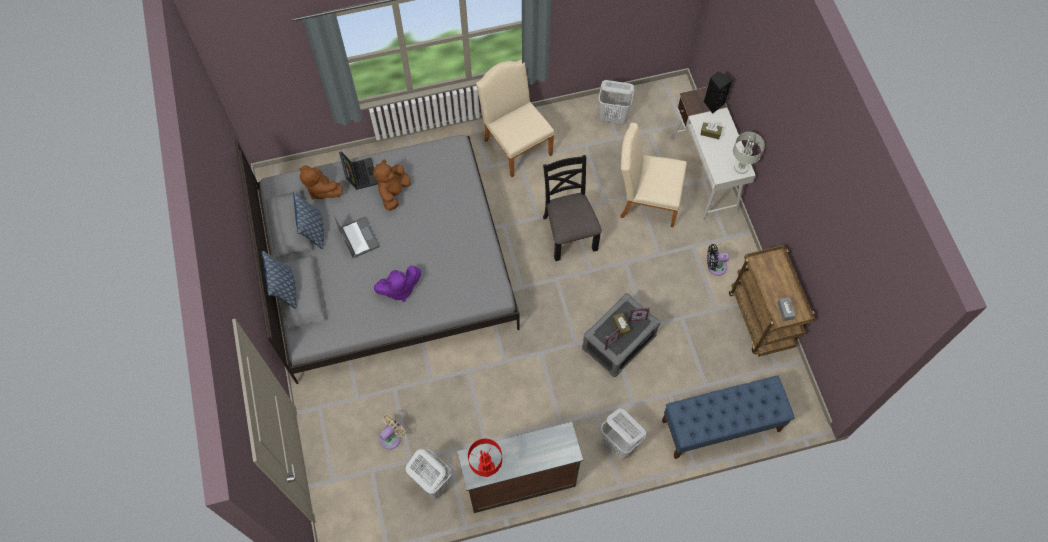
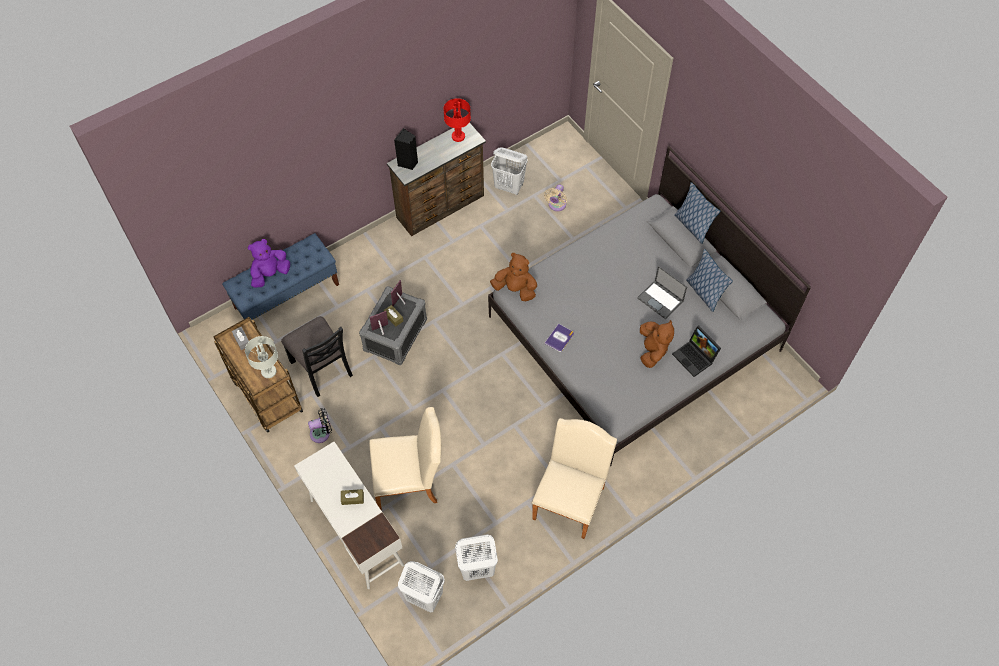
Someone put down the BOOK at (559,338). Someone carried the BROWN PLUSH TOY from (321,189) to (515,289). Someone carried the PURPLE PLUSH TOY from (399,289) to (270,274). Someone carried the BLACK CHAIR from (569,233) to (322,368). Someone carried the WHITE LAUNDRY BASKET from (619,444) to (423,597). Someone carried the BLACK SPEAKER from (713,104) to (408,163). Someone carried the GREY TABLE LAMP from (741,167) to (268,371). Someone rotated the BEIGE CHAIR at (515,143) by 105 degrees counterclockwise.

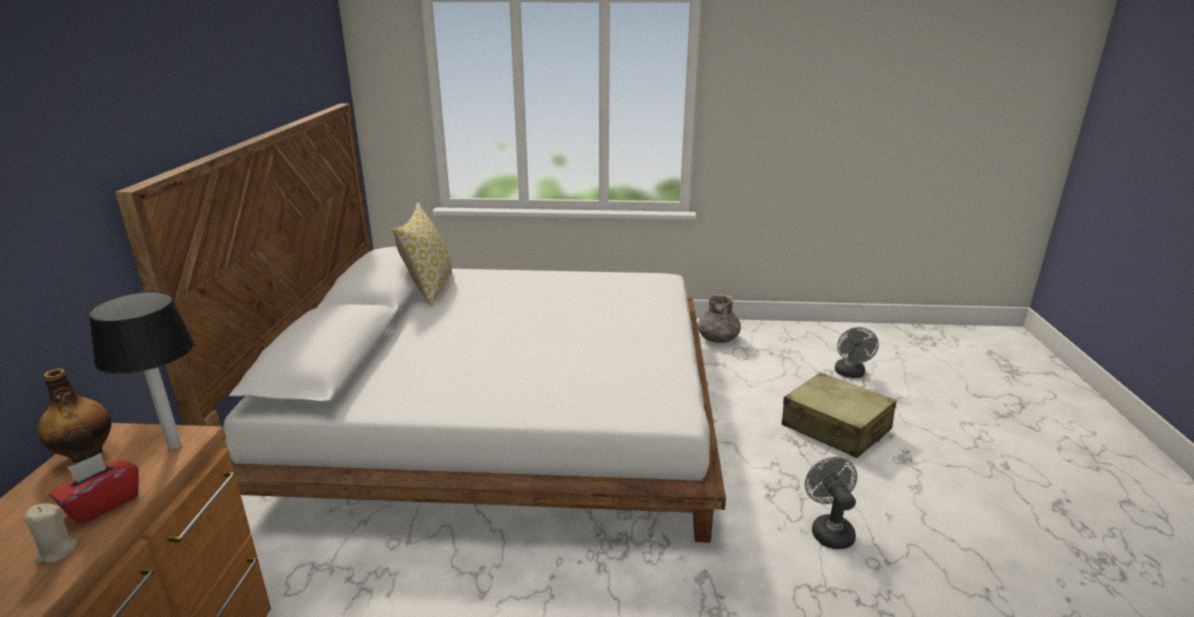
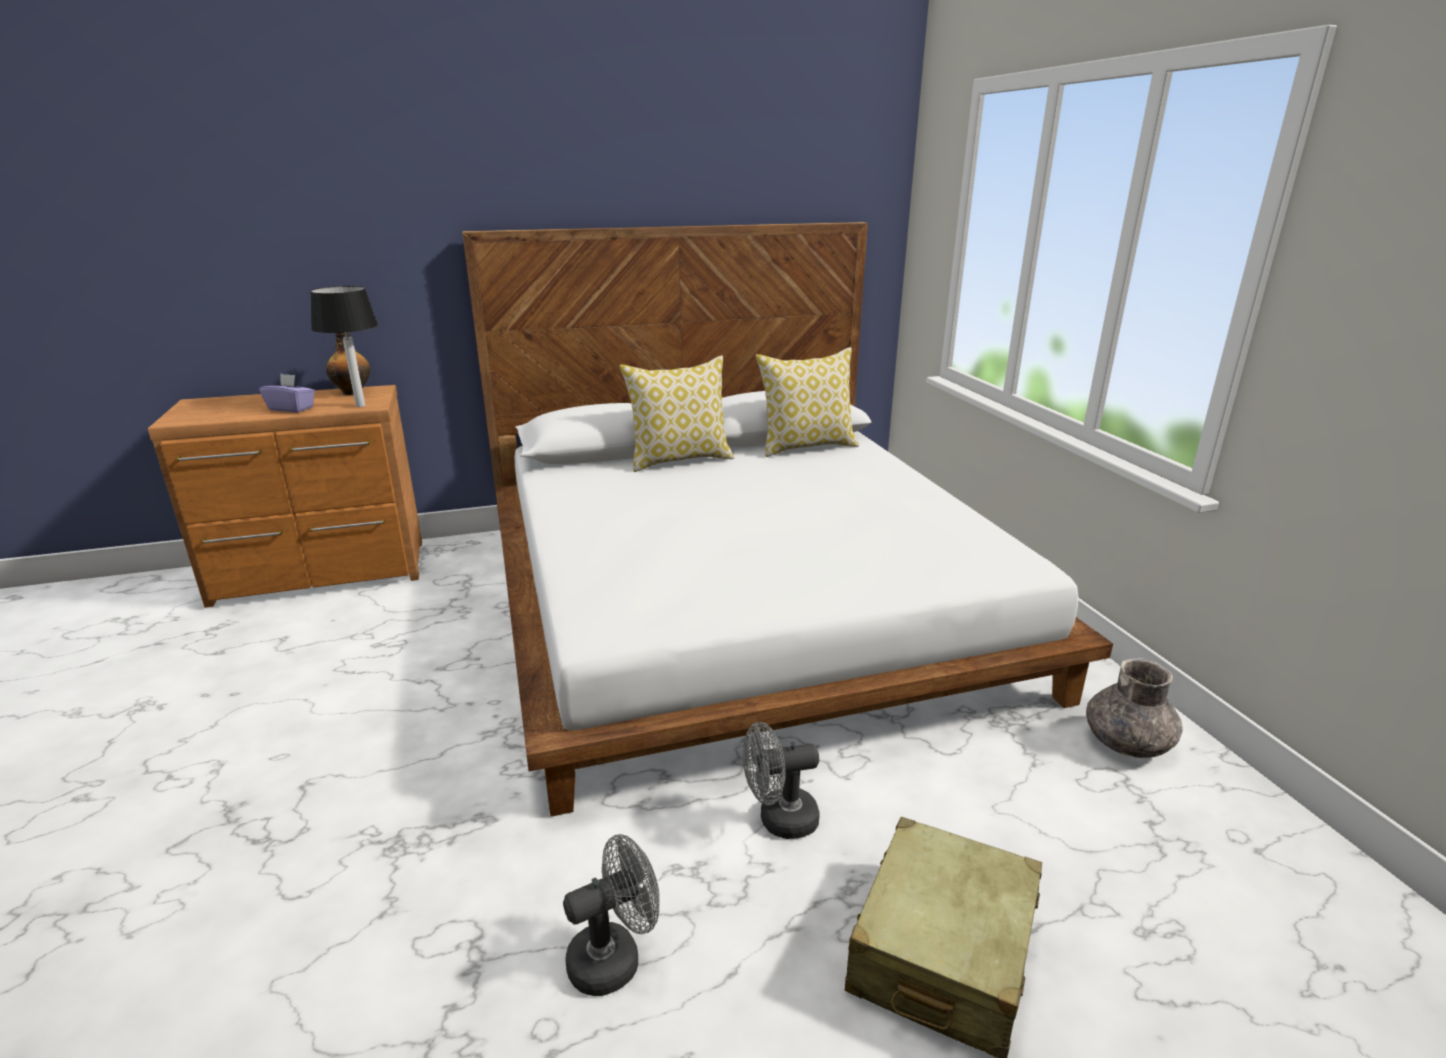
Someone took away the BEIGE CANDLE at (56,552). Someone put down the PILLOW at (680,460). Someone carried the GREY FAN from (850,374) to (779,820). Someone repainted the RED TISSUE BOX at (102,504), which became the PURPLE TISSUE BOX at (292,408).

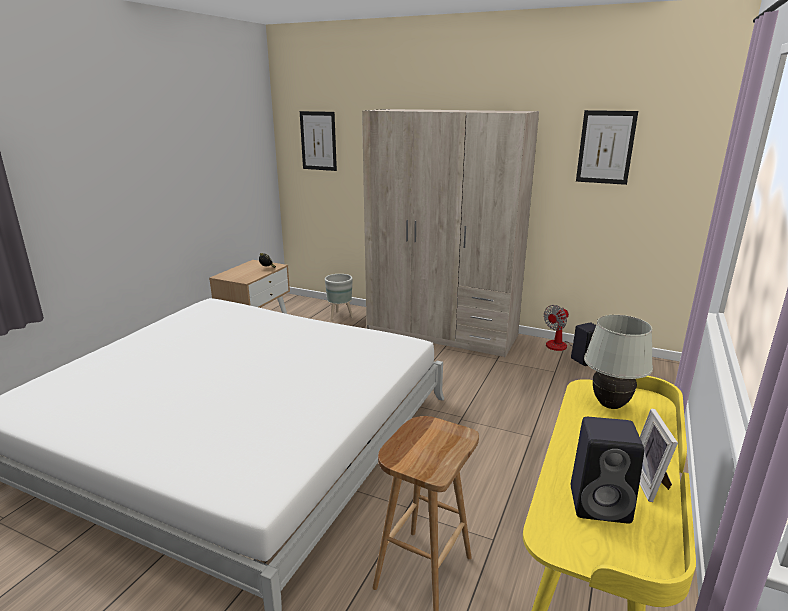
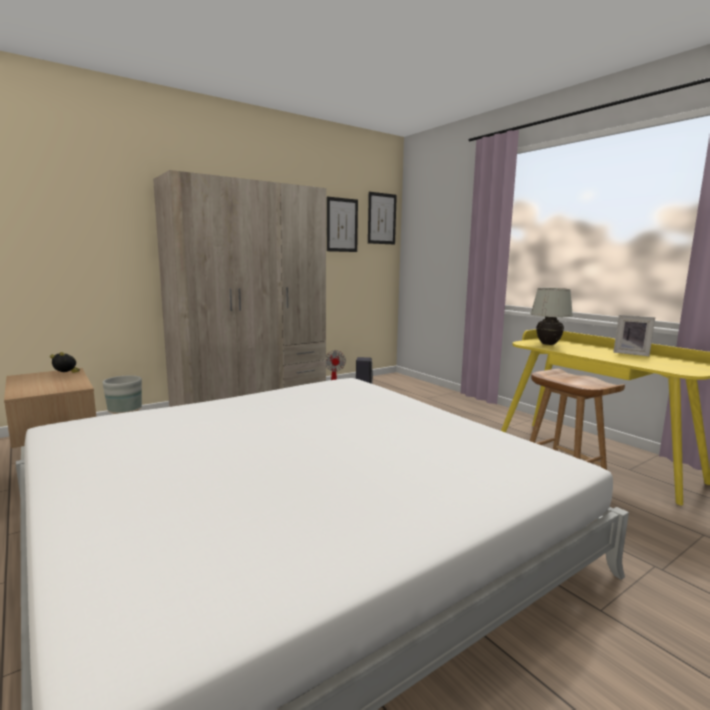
Someone took away the BLACK SPEAKER at (602,504). Someone carried the PICTURE from (318,141) to (381,218).

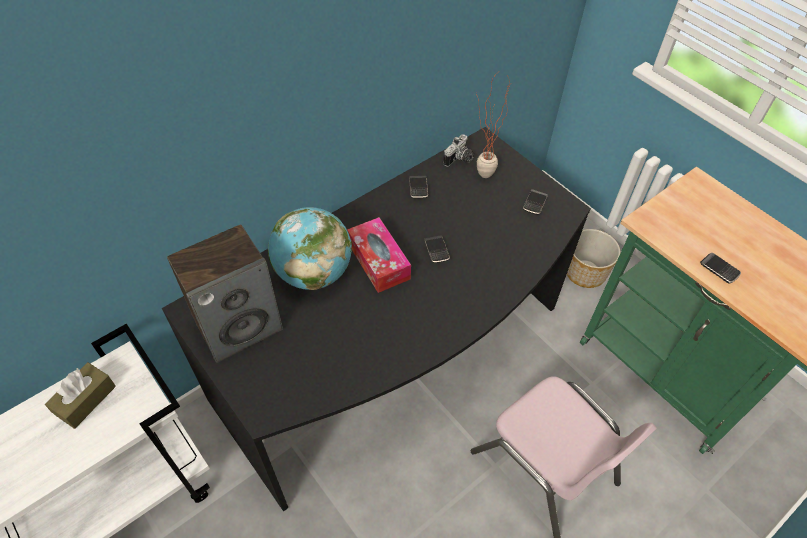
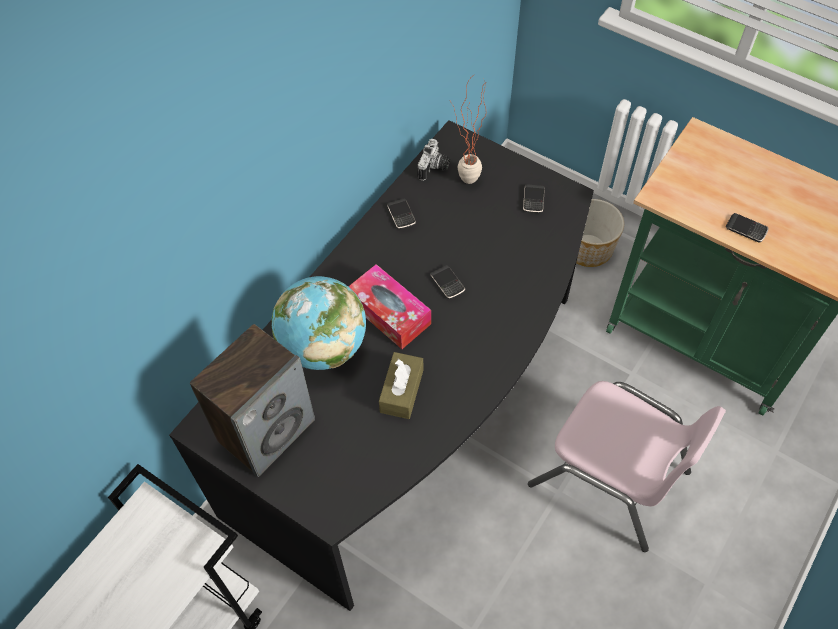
Someone carried the BROWN TISSUE BOX from (85,400) to (401,391).

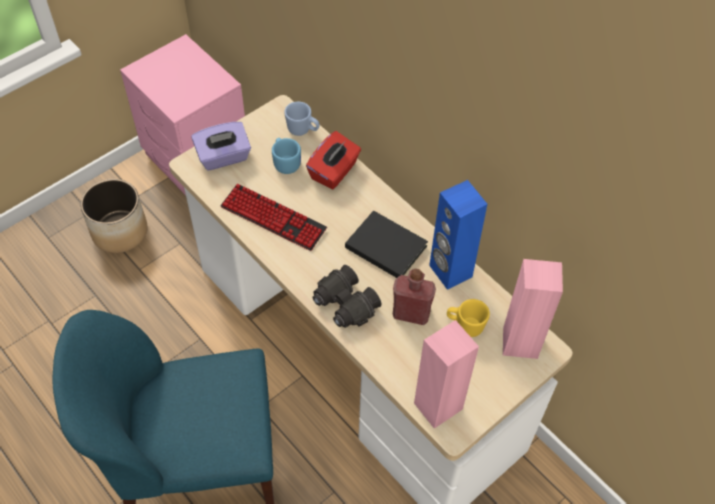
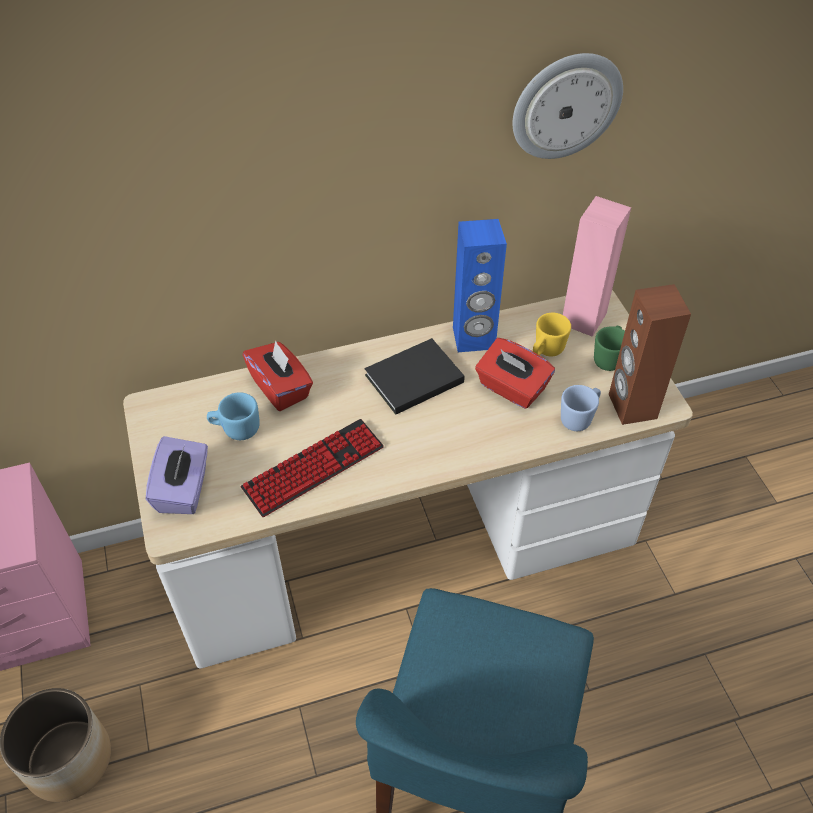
Someone took away the BLACK BINOCULARS at (344,305). Someone put up the WALL CLOCK at (566,105). Someone put down the GREEN MUG at (609,358). Someone carried the BLUE MUG from (303,130) to (579,418). Someone swapped the RED BOTTLE at (411,313) for the RED TISSUE BOX at (511,388). Someone repainted the PINK SPEAKER at (437,405), which became the BROWN SPEAKER at (631,406).

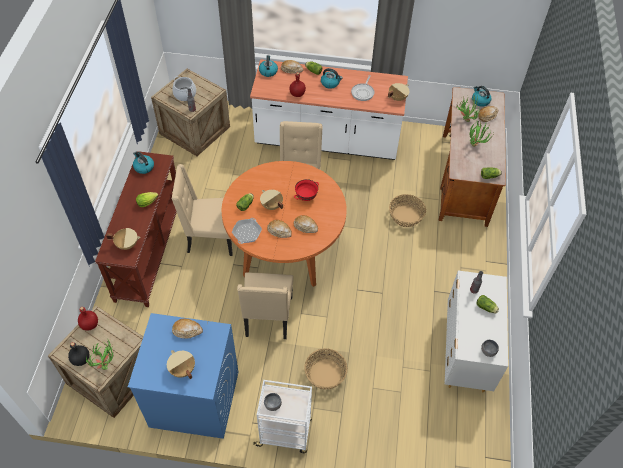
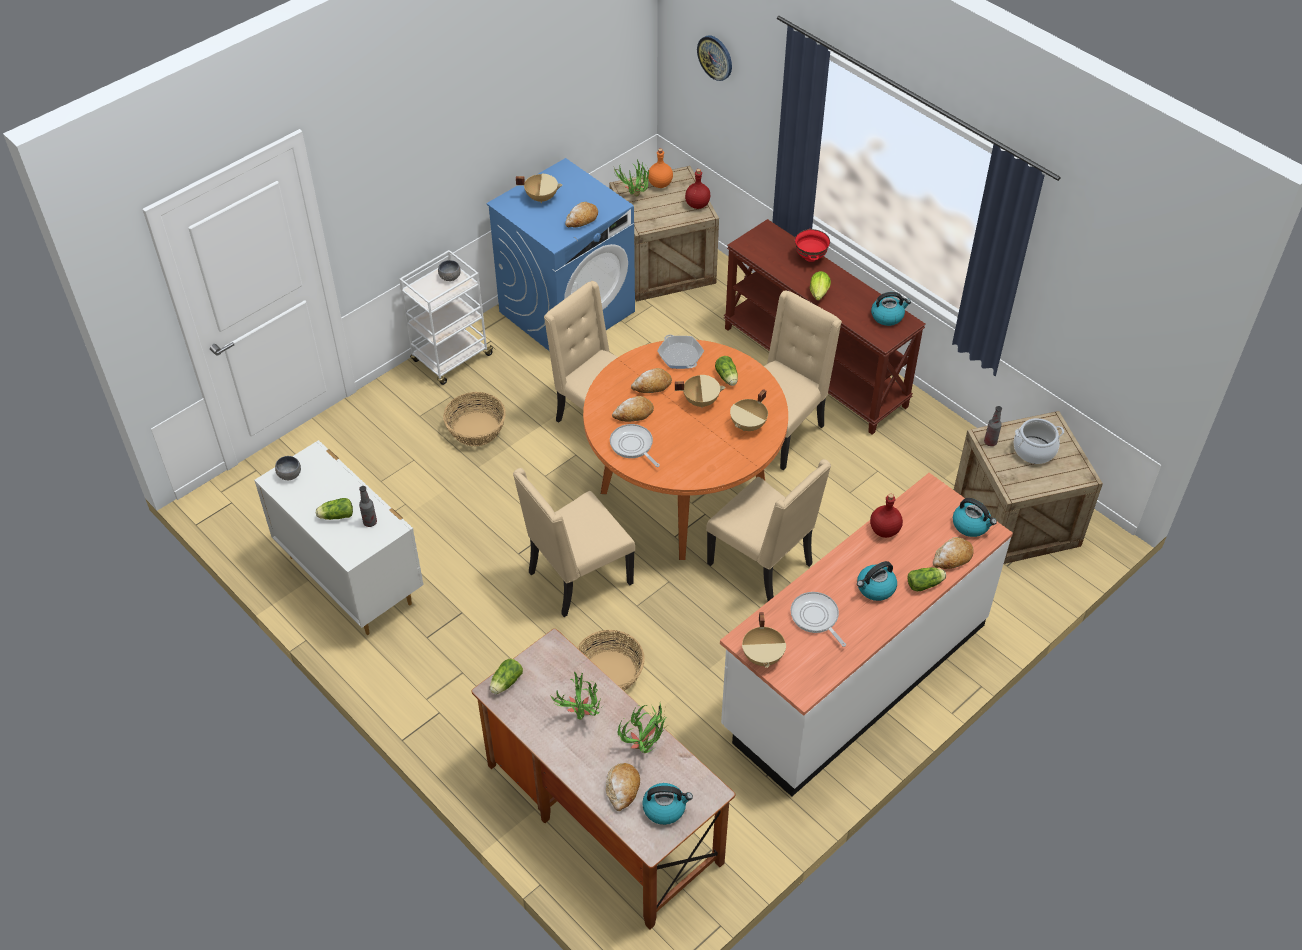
Someone put down the BEIGE CHAIR at (577,578). Someone put down the FRYING PAN at (633,446). Someone put up the WALL CLOCK at (715,57). Someone carried the BEIGE COOKING POT from (127,244) to (749,425). Someone carried the RED BOWL from (306,197) to (810,257). Someone repainted the BLACK BOTTLE at (81,359), which became the ORANGE BOTTLE at (659,184).

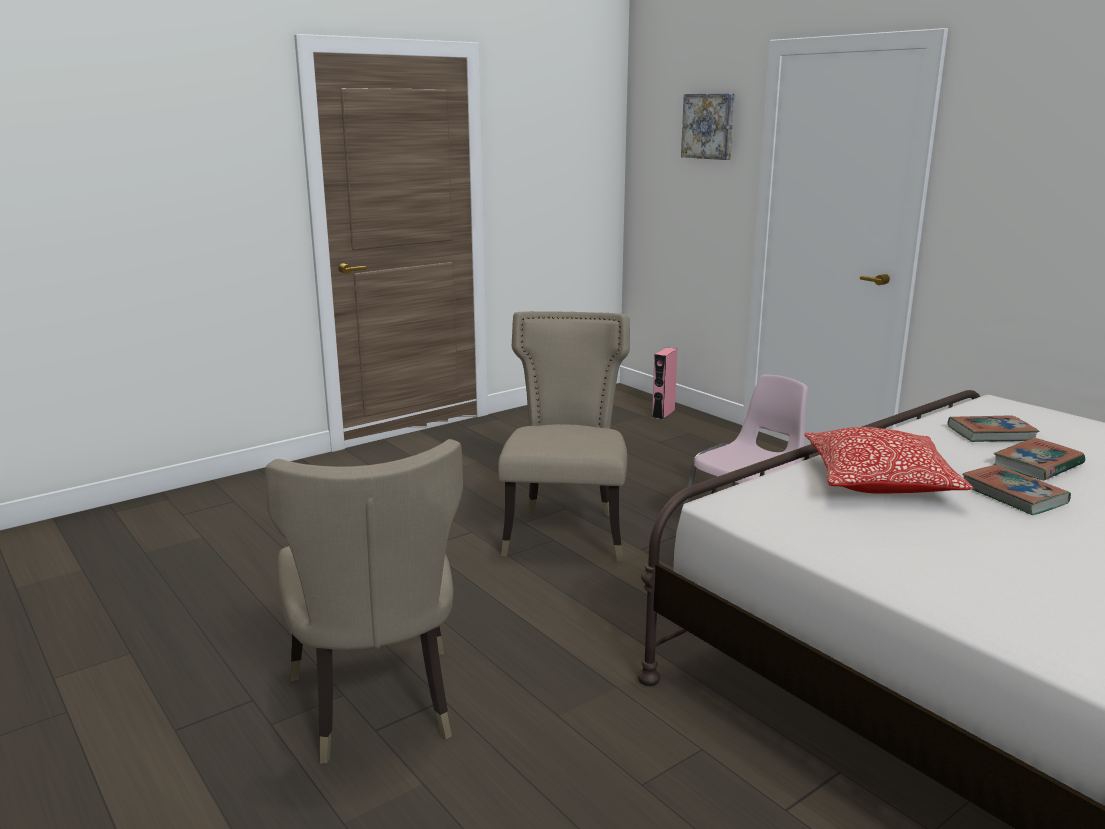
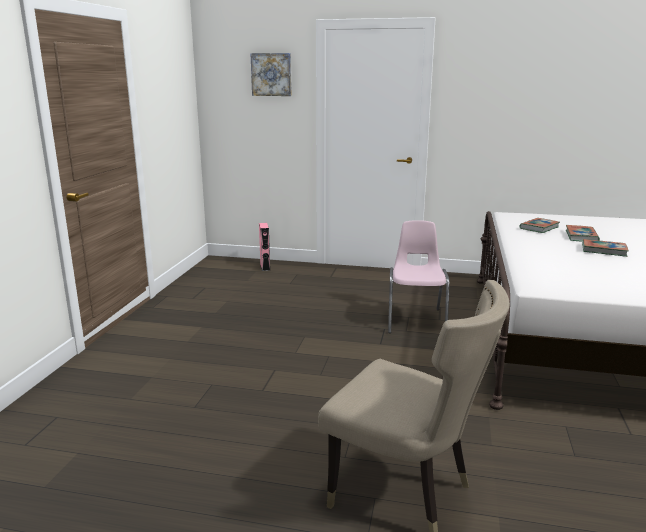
Someone took away the BEIGE CHAIR at (566,532). Someone took away the PILLOW at (879,482).

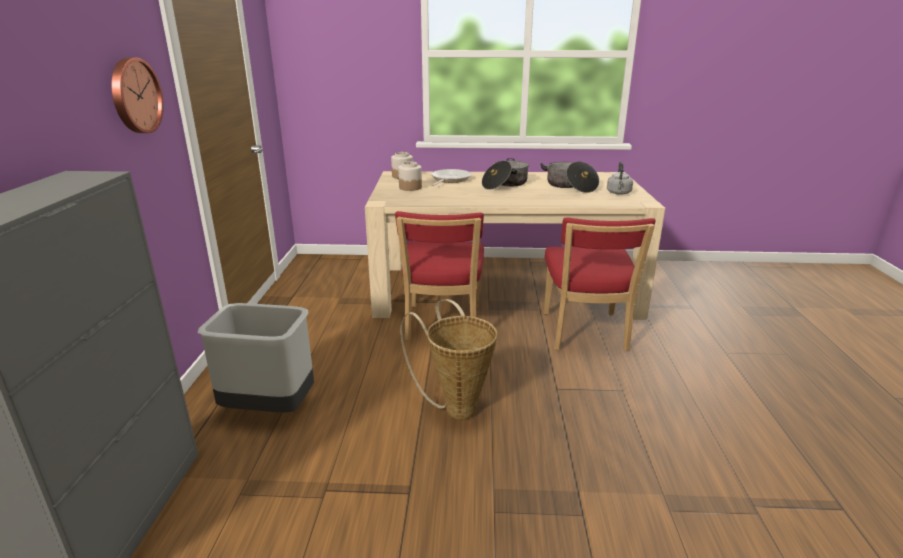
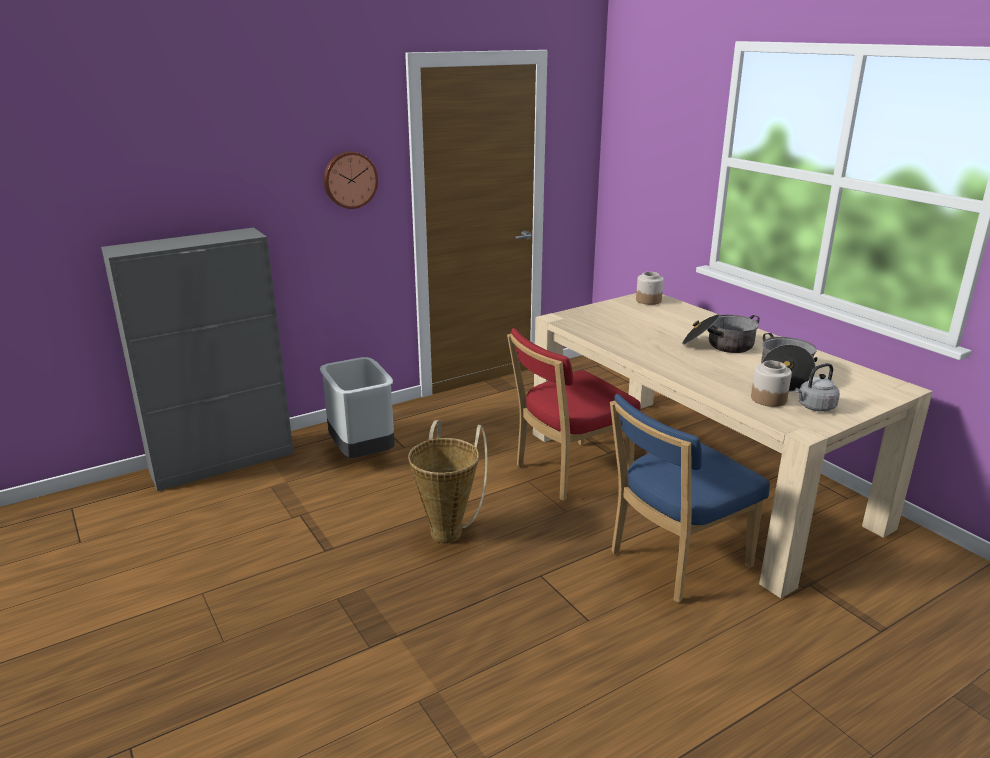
Someone took away the FRYING PAN at (449,179). Someone carried the JAR from (410,187) to (768,399). Someone repainted the RED CHAIR at (585,334), which became the BLUE CHAIR at (674,561).

